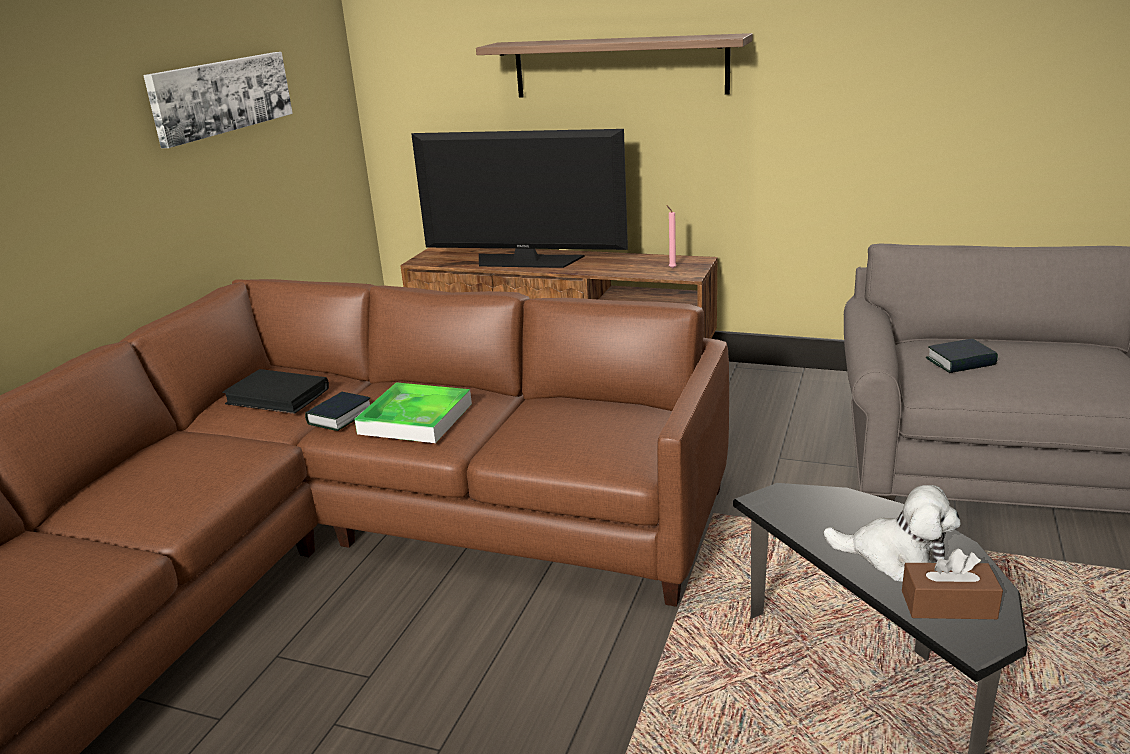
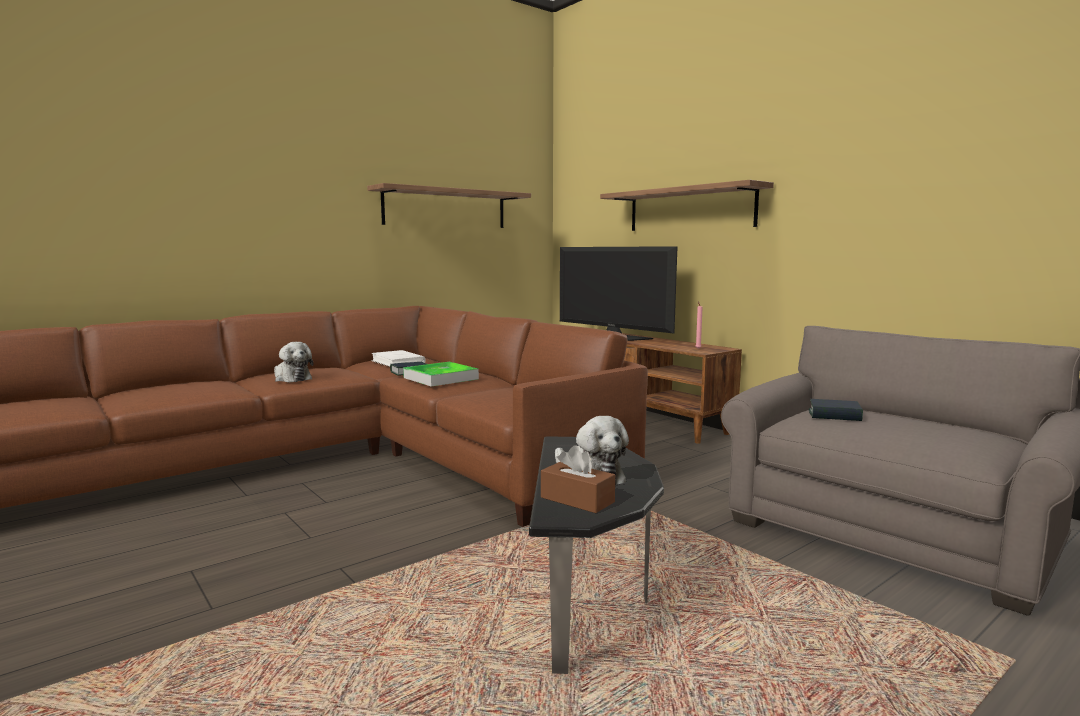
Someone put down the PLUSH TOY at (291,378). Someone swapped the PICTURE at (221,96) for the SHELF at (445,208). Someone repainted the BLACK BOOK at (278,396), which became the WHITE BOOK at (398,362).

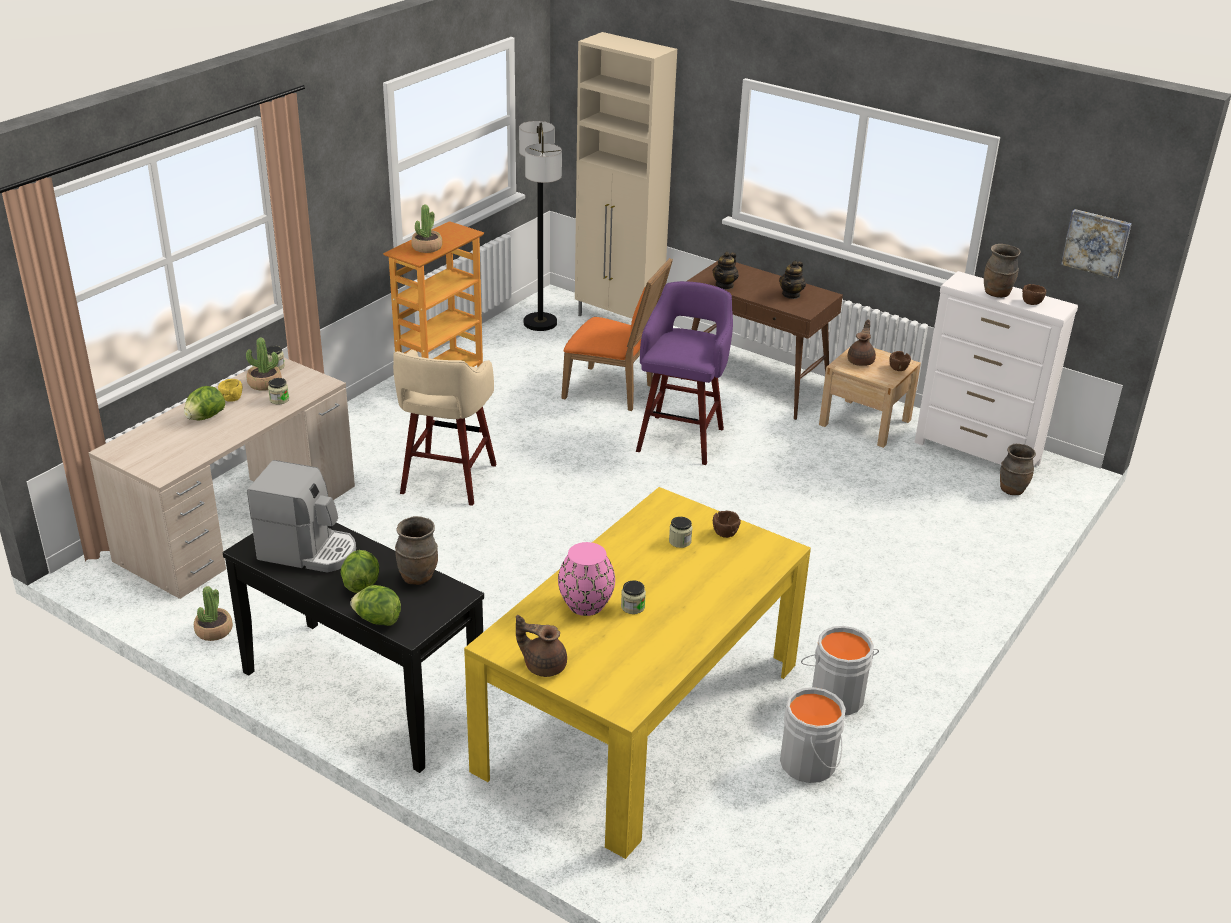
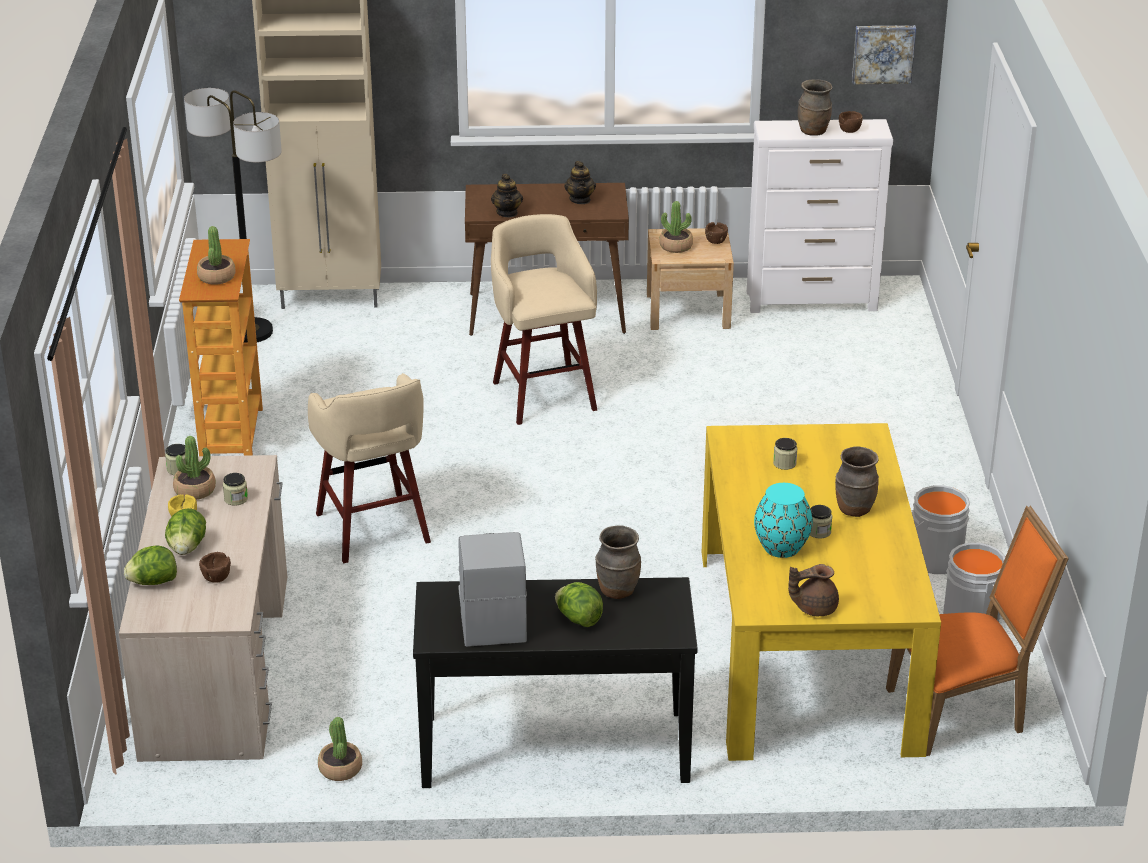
Someone carried the LETTUCE from (377,620) to (153,582). Someone carried the ORANGE CHAIR from (613,391) to (963,712). Someone carried the BROWN BOWL from (725,533) to (216,577). Someone carried the BROWN VASE from (1012,490) to (854,509). Someone swapped the BROWN TEAPOT at (861,361) for the POTTED PLANT at (676,246). Someone repainted the PINK VASE at (586,605), which became the TURQUOISE VASE at (782,547). Someone repainted the PURPLE STOOL at (681,438), which became the BEIGE STOOL at (543,394). Someone rotated the COFFEE MACHINE at (308,551) by 75 degrees counterclockwise.

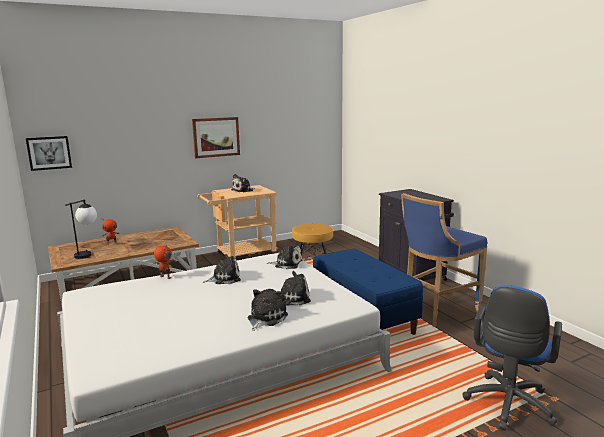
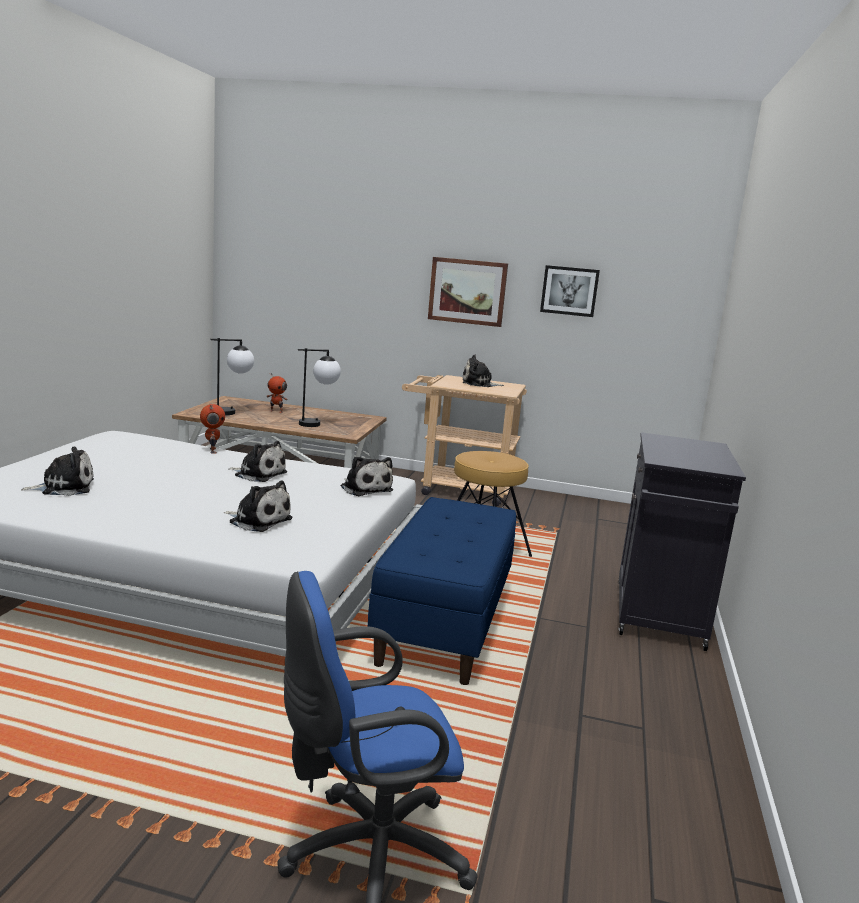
Someone took away the BLUE STOOL at (436,310). Someone put down the TABLE LAMP at (318,424). Someone carried the PICTURE from (49,153) to (569,291). Someone carried the PLUSH TOY from (265,318) to (64,487).

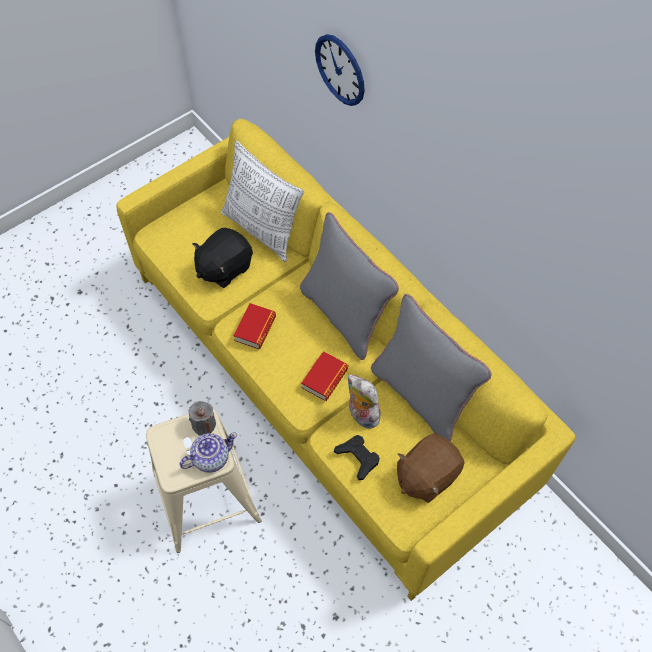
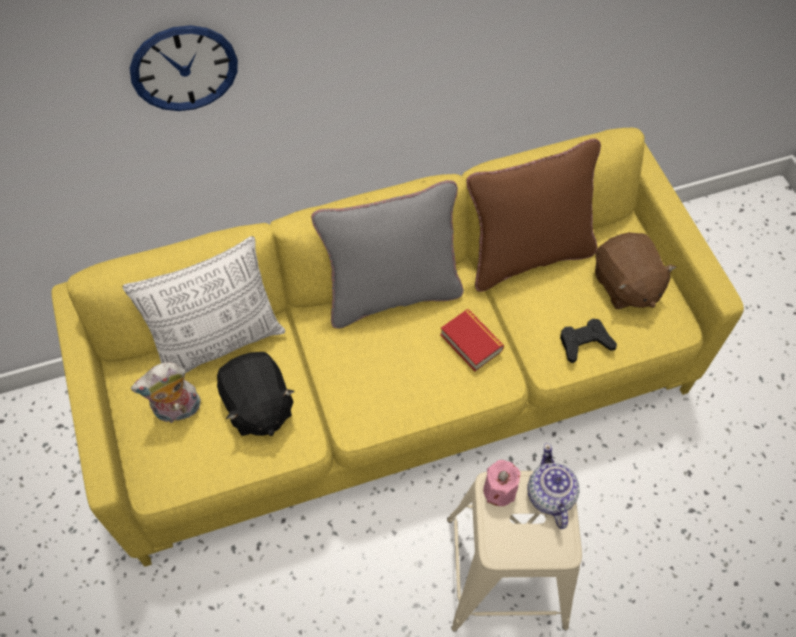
Someone took away the BOOK at (255,329). Someone carried the PLUSH TOY from (361,415) to (177,411). Someone repainted the GREY CANDLE at (204,424), which became the PINK CANDLE at (499,490). Someone repainted the GREY PILLOW at (420,395), which became the BROWN PILLOW at (527,256).

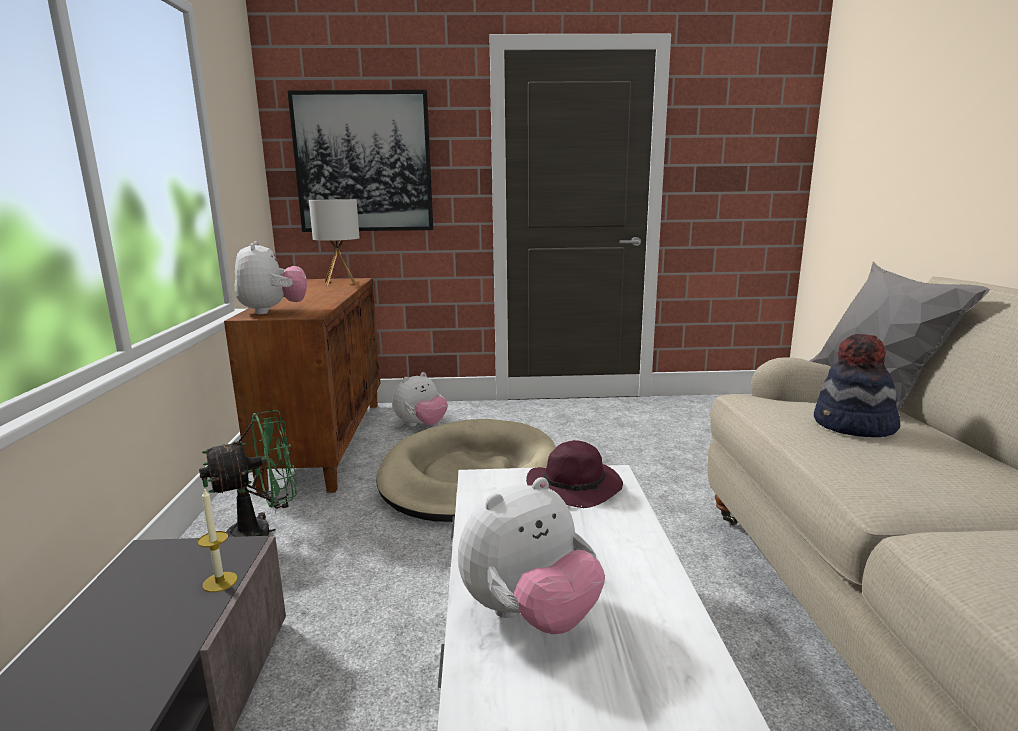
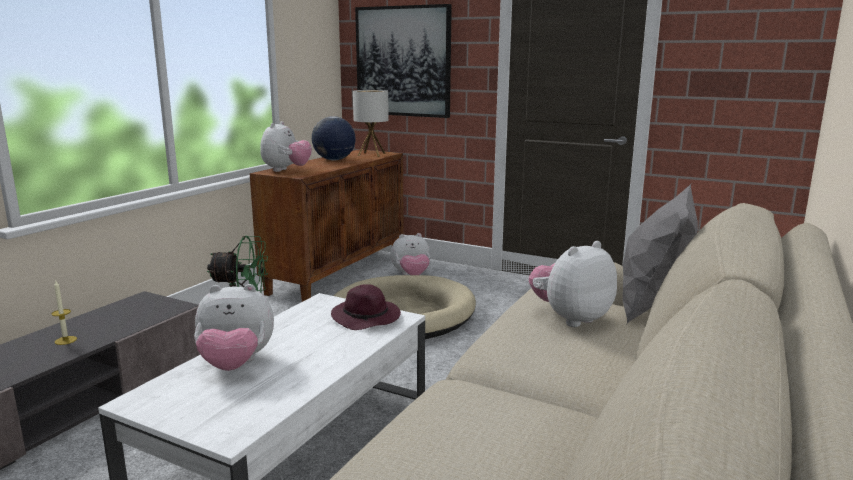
Someone put down the GLOBE at (334,160). Someone carried the CANDLE from (220,582) to (65,340). Someone swapped the HAT at (853,426) for the PLUSH TOY at (570,318).

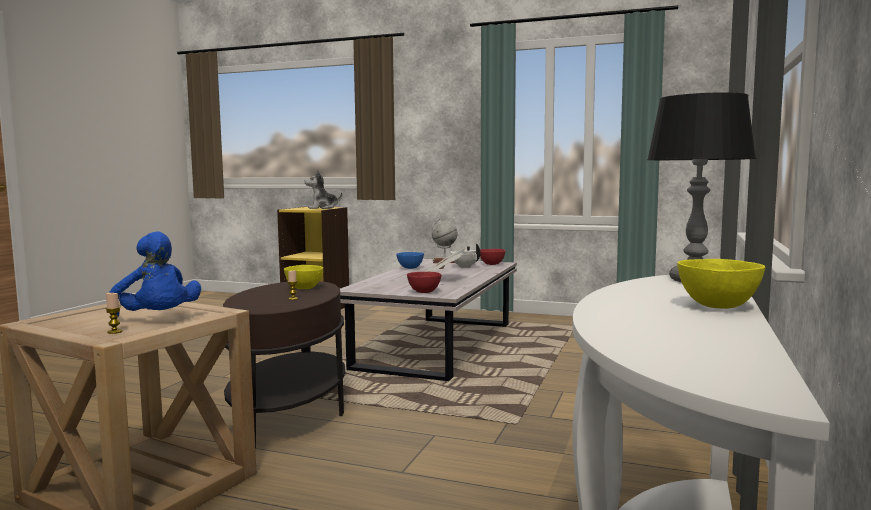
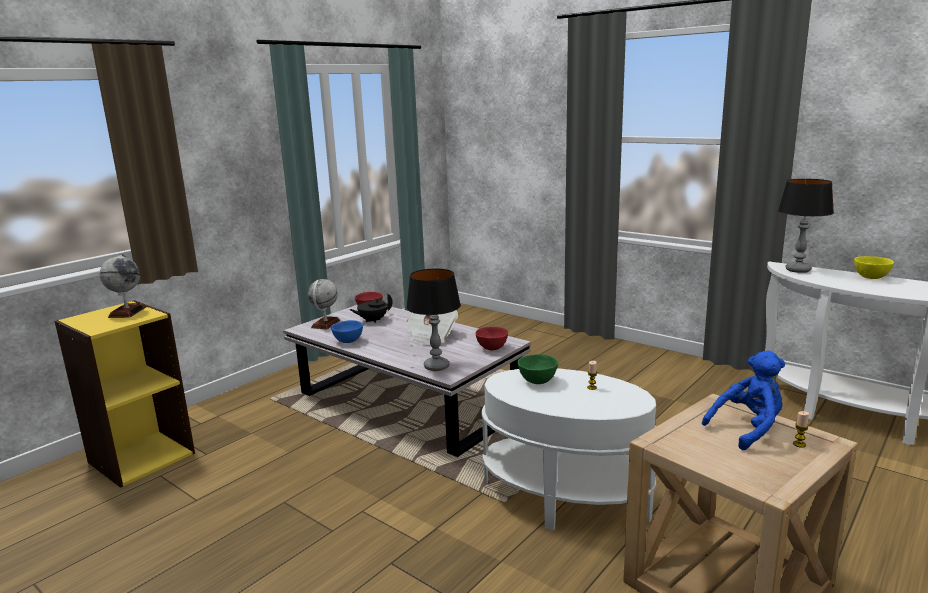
Someone put down the TABLE LAMP at (436,366). Someone swapped the PLUSH TOY at (322,208) for the GLOBE at (127,312). Someone repainted the BROWN SIDE TABLE at (289,413), which became the WHITE SIDE TABLE at (565,498). Someone repainted the YELLOW BOWL at (304,288), which became the GREEN BOWL at (537,381). Someone repainted the WHITE TEAPOT at (464,267), which became the BLACK TEAPOT at (372,320).

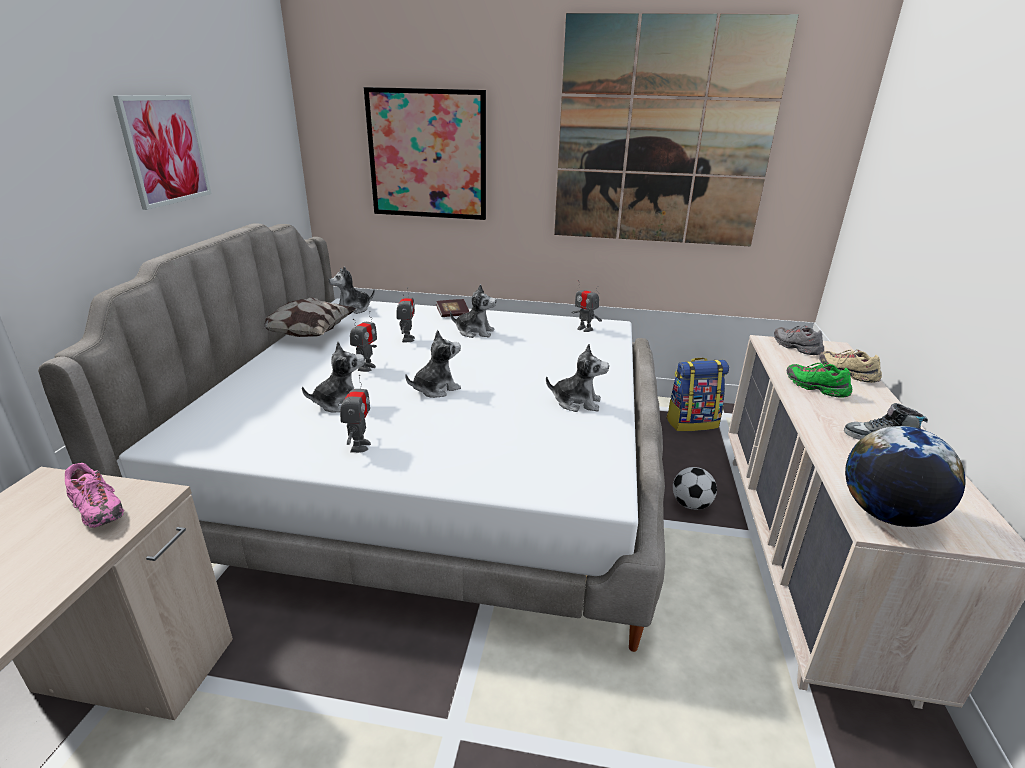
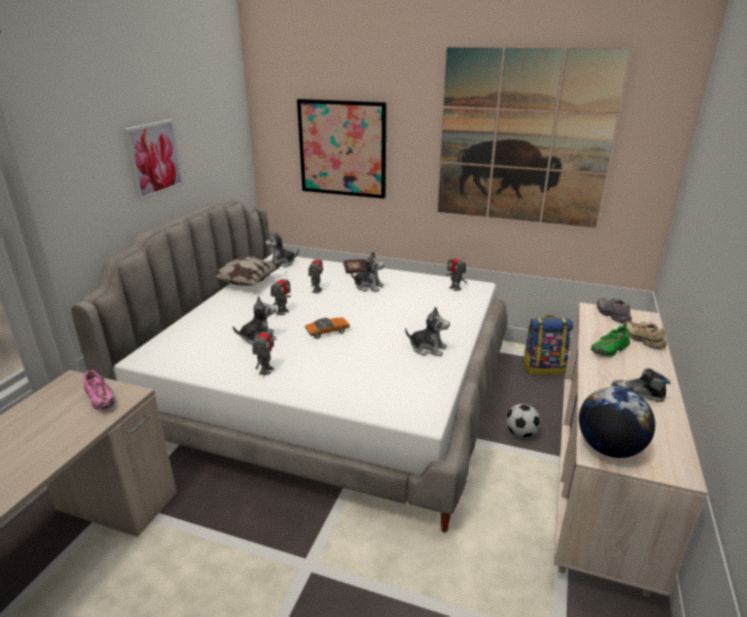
Someone swapped the PLUSH TOY at (435,389) for the TOY CAR at (327,331). Someone rotated the GREEN SHOE at (816,388) by 90 degrees counterclockwise.

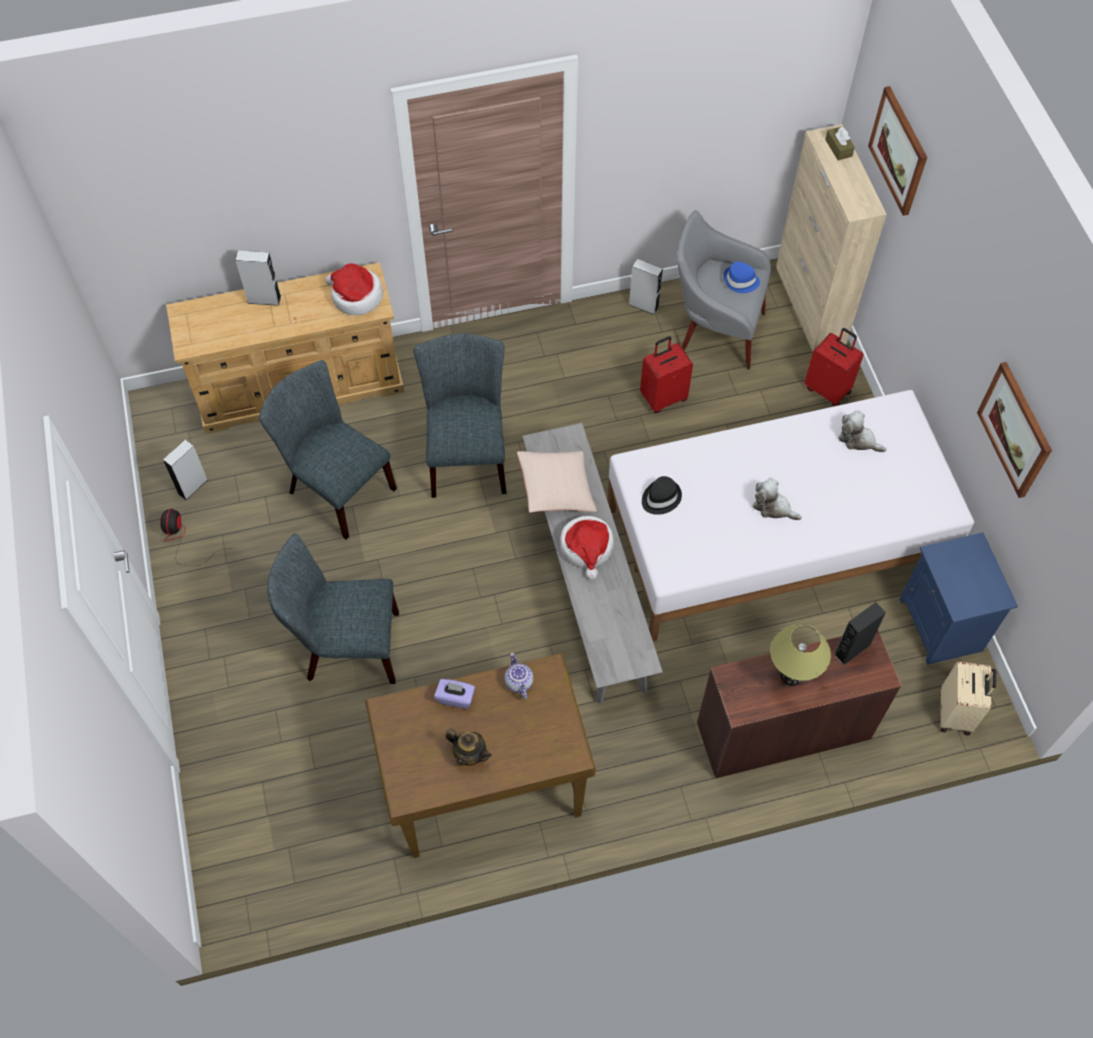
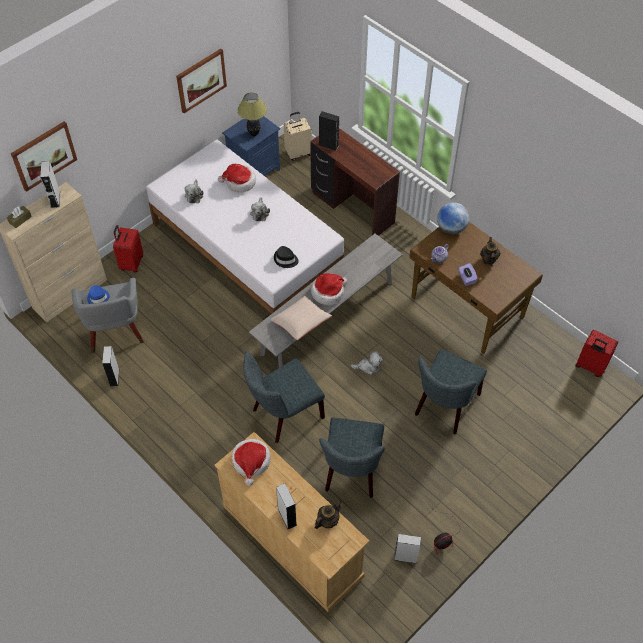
Someone put down the GREY SPEAKER at (55,199). Someone put down the HAT at (239,182). Someone put down the TEAPOT at (327,521). Someone put down the PLUSH TOY at (368,366). Someone put down the GLOBE at (451,228). Someone carried the RED SUITCASE from (663,397) to (590,366). Someone carried the TABLE LAMP from (790,678) to (253,133). Someone rotated the GREY CHAIR at (346,647) by 60 degrees clockwise.

